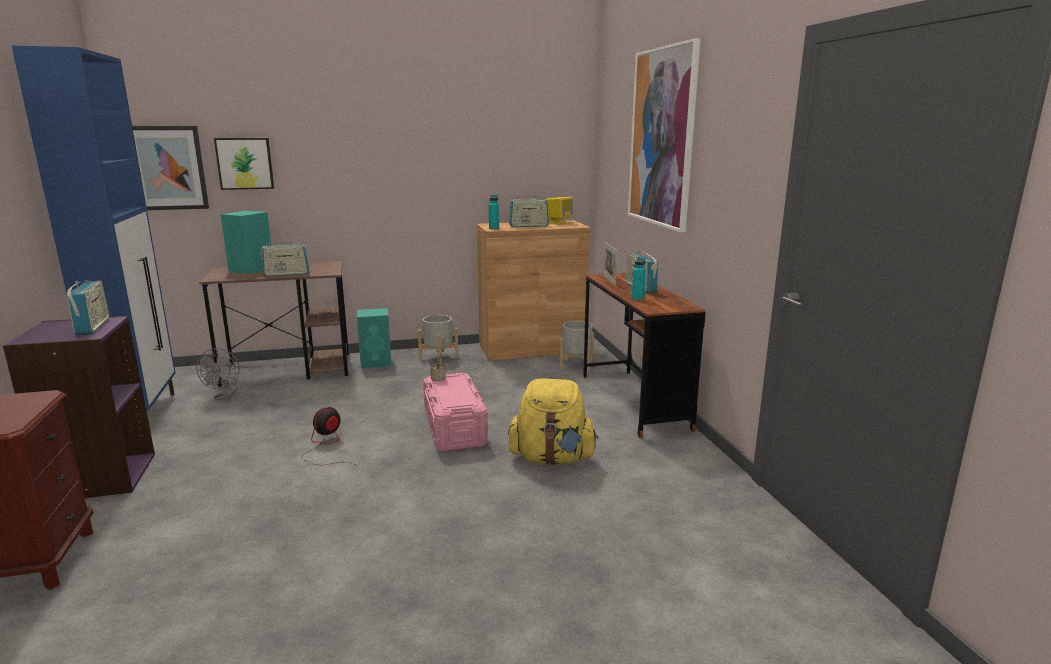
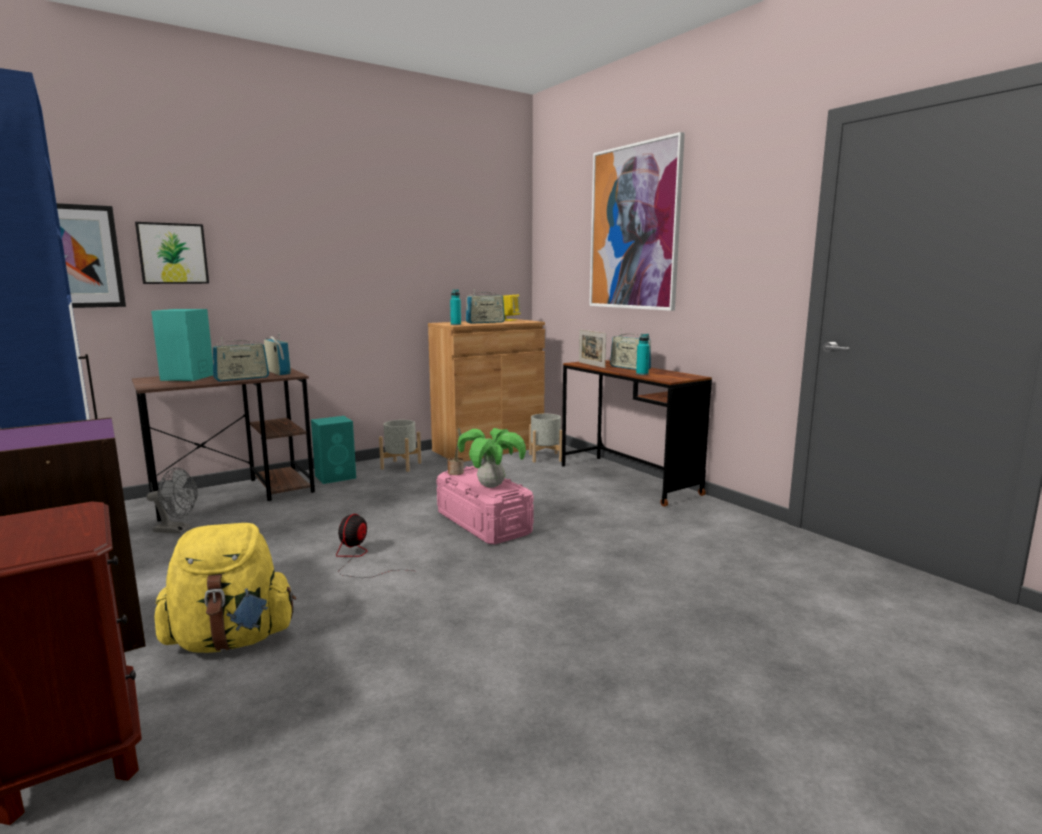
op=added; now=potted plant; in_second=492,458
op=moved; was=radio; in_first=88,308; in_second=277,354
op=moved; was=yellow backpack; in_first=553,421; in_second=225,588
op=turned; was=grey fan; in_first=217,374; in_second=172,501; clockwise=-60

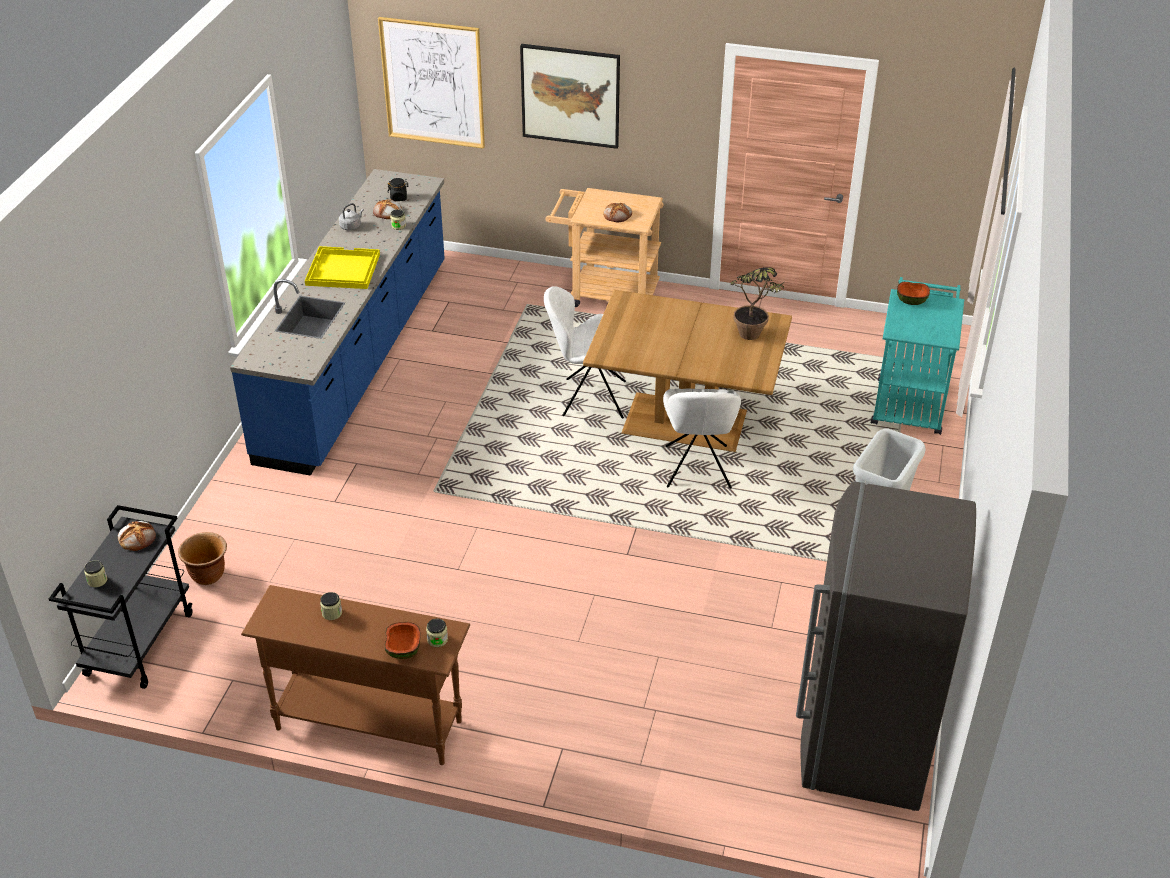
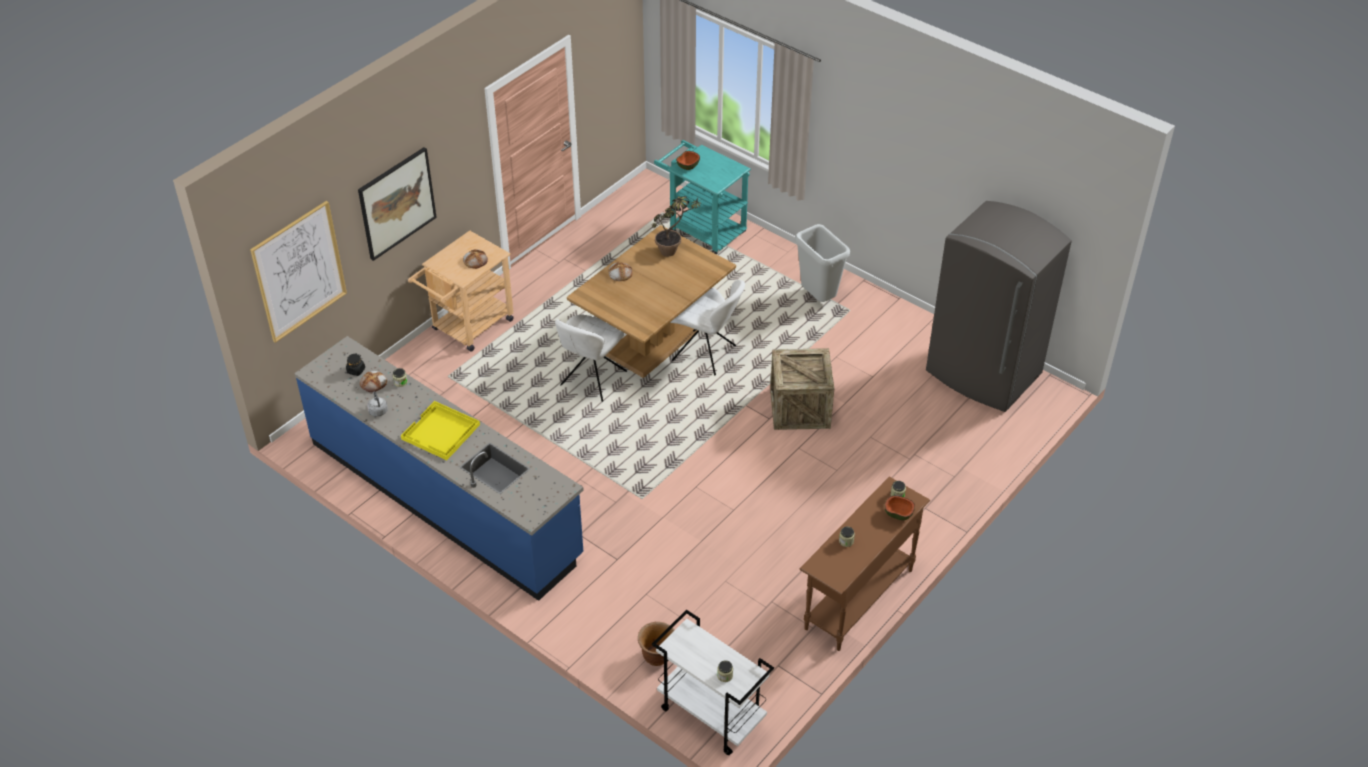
op=added; now=crate; in_second=802,389
op=moved; was=bread; in_first=137,536; in_second=621,271
op=recoloured; was=black cart; now=white cart; in_first=121,597; in_second=713,682

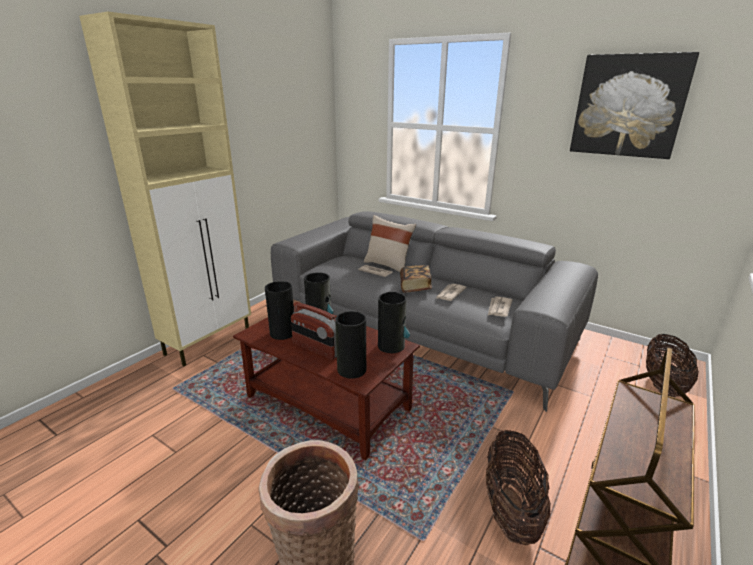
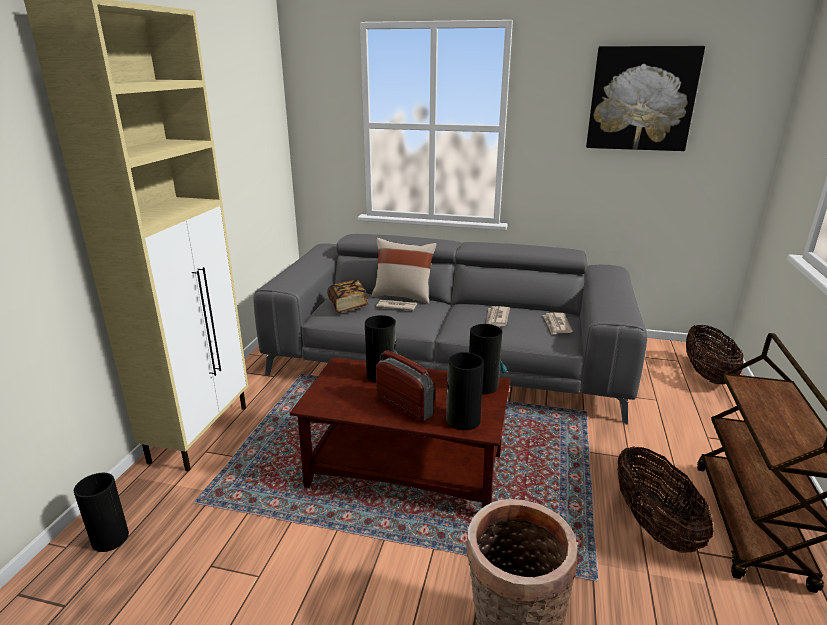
op=moved; was=vase; in_first=279,310; in_second=101,512
op=moved; was=book; in_first=416,279; in_second=347,296
op=turned; was=radio; in_first=314,331; in_second=405,386; clockwise=-150

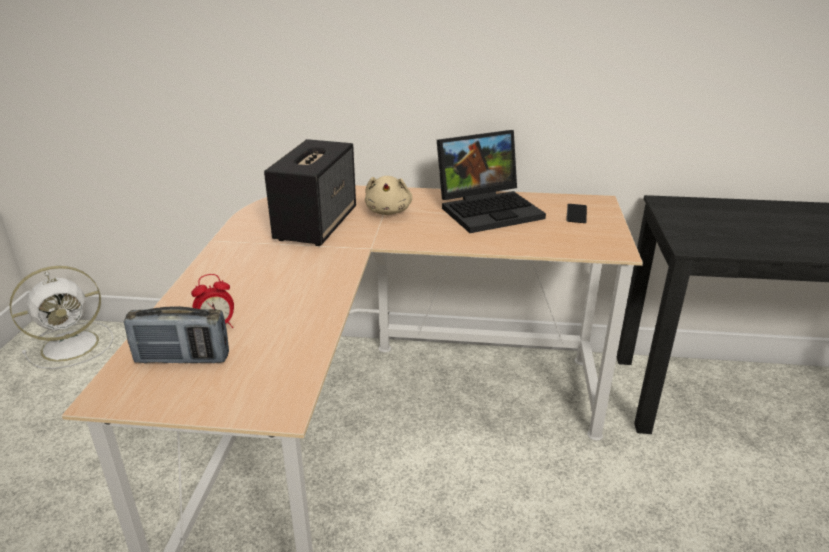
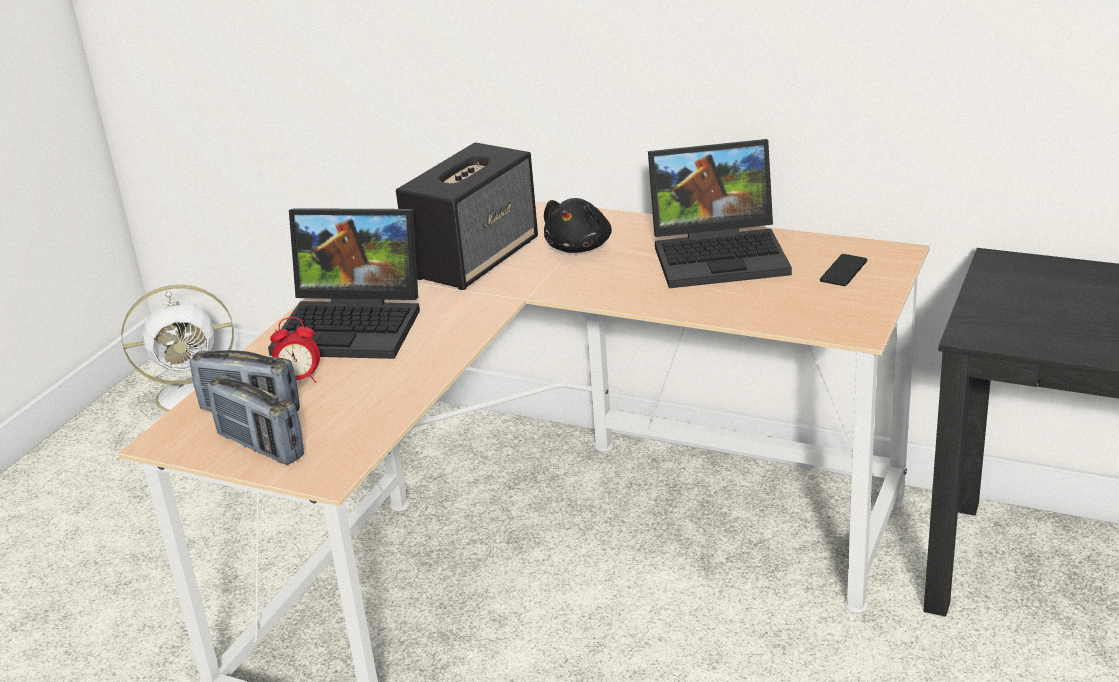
op=added; now=radio; in_second=255,420
op=added; now=laptop; in_second=344,283
op=recoloured; was=beige plush toy; now=black plush toy; in_first=389,195; in_second=578,225

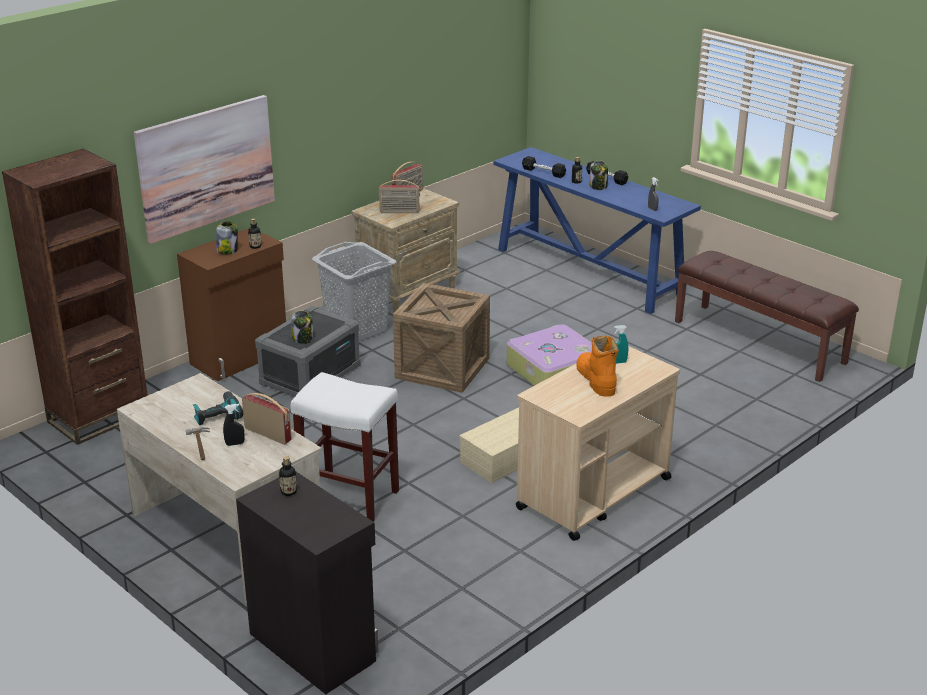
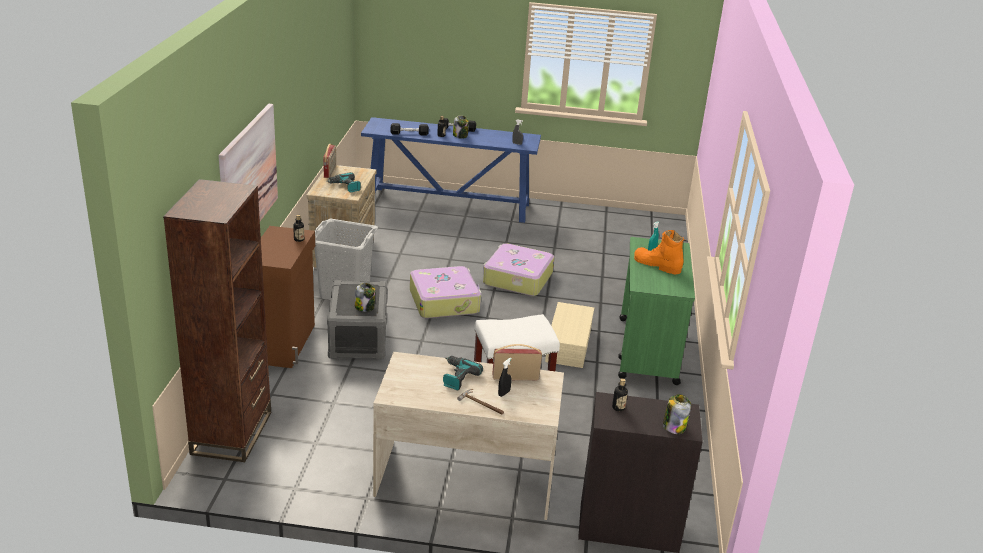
op=removed; was=brown bench; in_first=767,316
op=moved; was=jar; in_first=227,237; in_second=677,414
op=replaced; was=radio; now=power drill; in_first=399,196; in_second=343,182
op=replaced; was=crate; now=suitcase; in_first=441,338; in_second=446,292
op=recoloured; was=beige cart; now=green cart; in_first=598,443; in_second=656,311

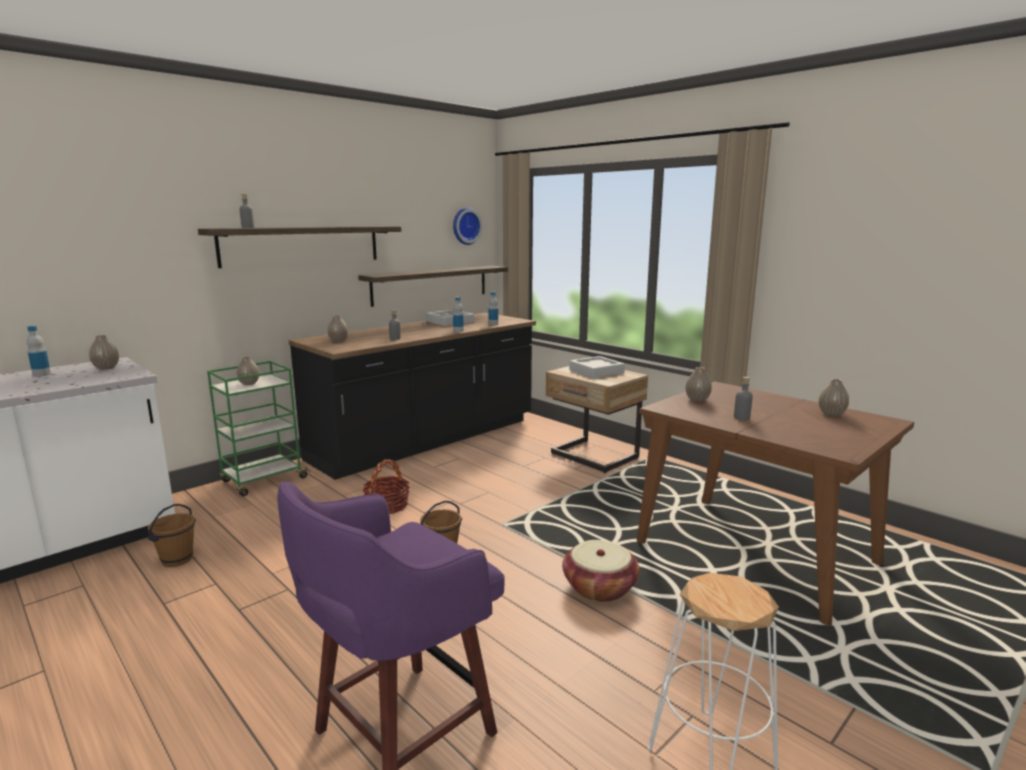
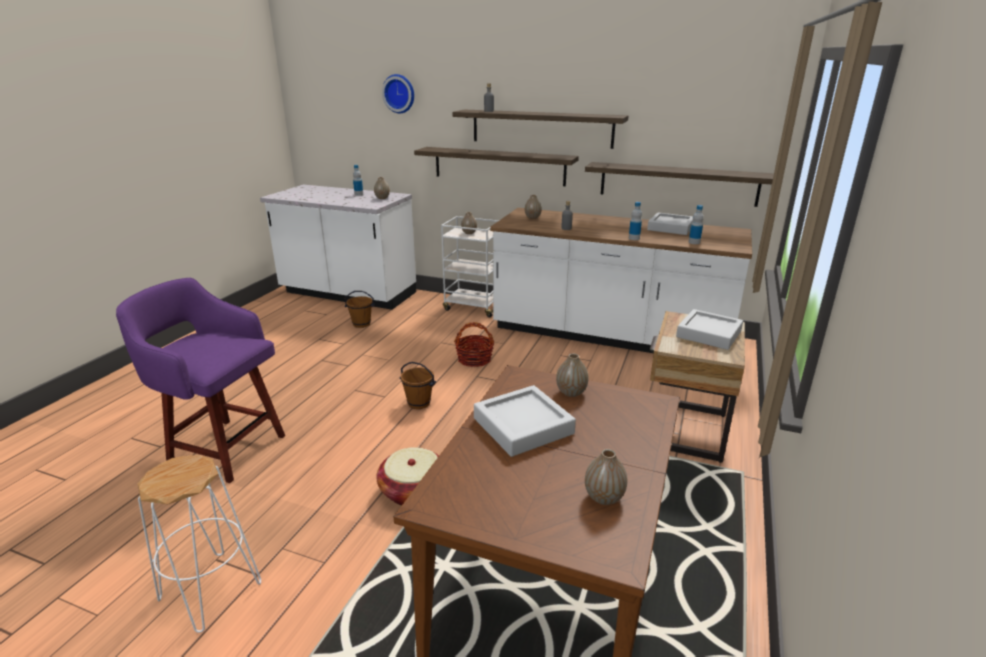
op=added; now=shelf; in_second=496,166
op=moved; was=wall clock; in_first=467,226; in_second=398,93
op=replaced; was=grey bottle; now=grey tray; in_first=743,398; in_second=525,421
op=recoloured; was=green cart; now=white cart; in_first=259,428; in_second=470,266
op=recoloured; was=black counter; now=white counter; in_first=412,396; in_second=621,280

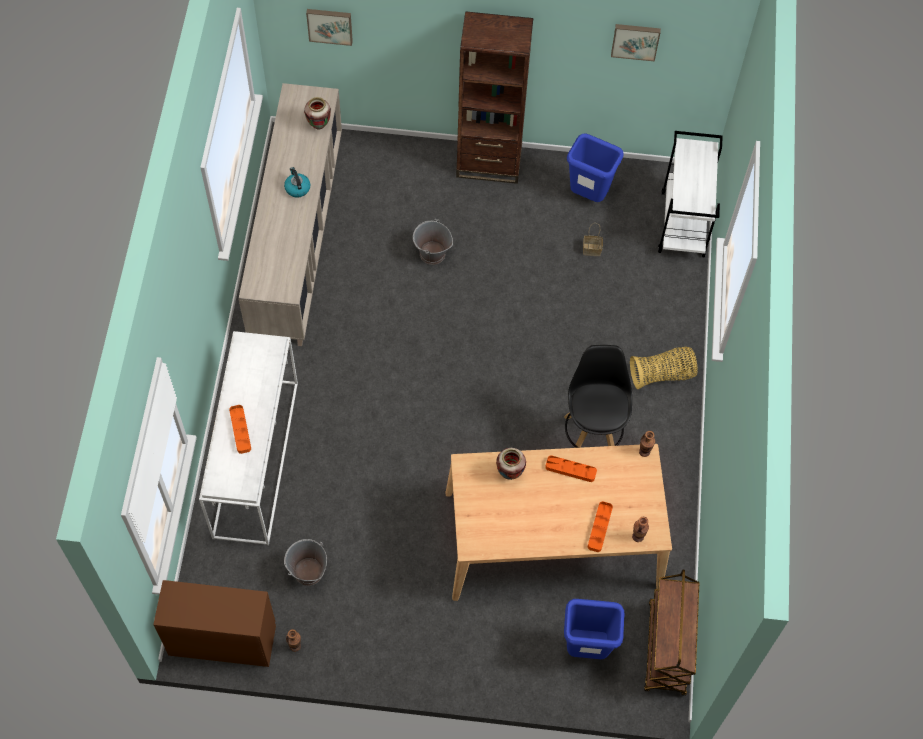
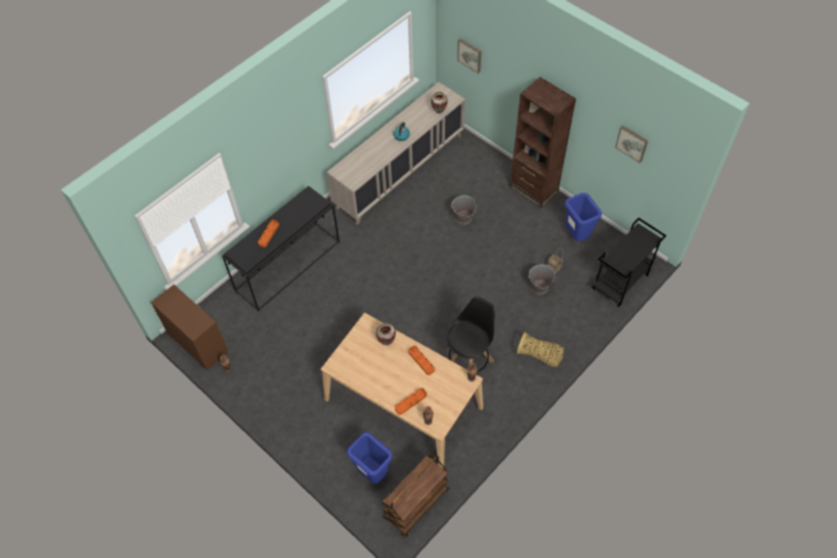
op=moved; was=grey bucket; in_first=305,562; in_second=542,279
op=recoloured; was=white console table; now=black console table; in_first=248,438; in_second=281,248
op=recoloured; was=white cart; now=black cart; in_first=690,194; in_second=629,262

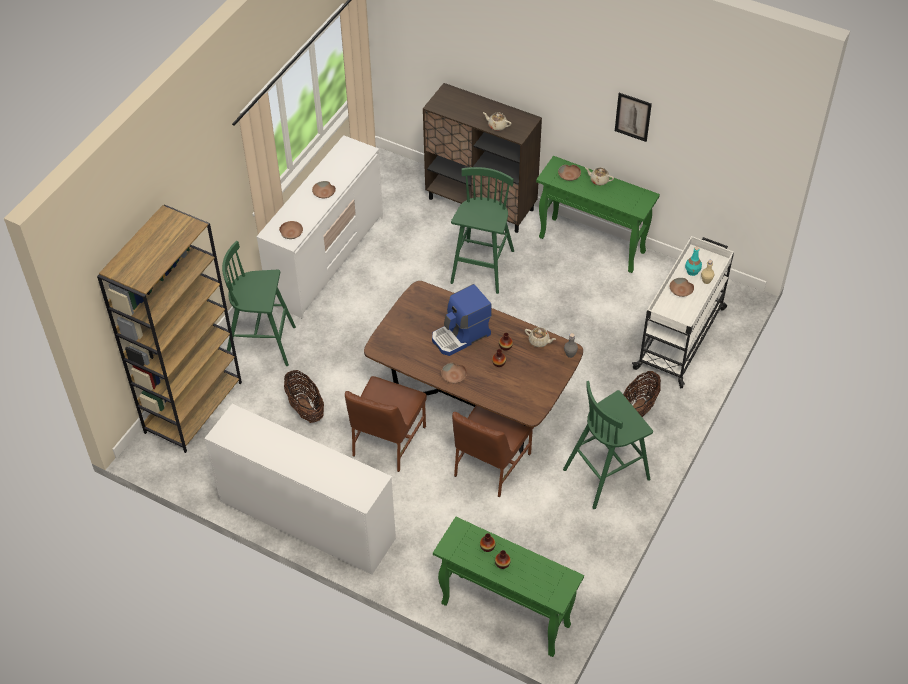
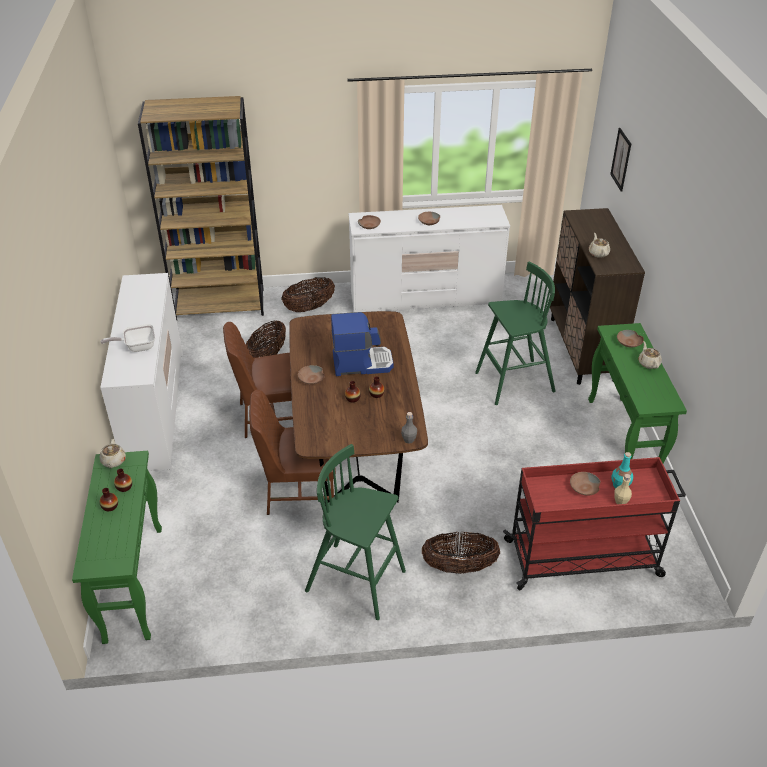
op=added; now=frying pan; in_second=127,338
op=moved; was=beige teapot; in_first=540,337; in_second=113,453
op=moved; was=picture; in_first=633,117; in_second=620,160
op=replaced; was=green stool; now=basket; in_first=259,303; in_second=308,294
op=recoloured; was=white cart; now=red cart; in_first=683,312; in_second=594,524
op=turned; was=coffee machine; in_first=462,320; in_second=362,344; clockwise=150

